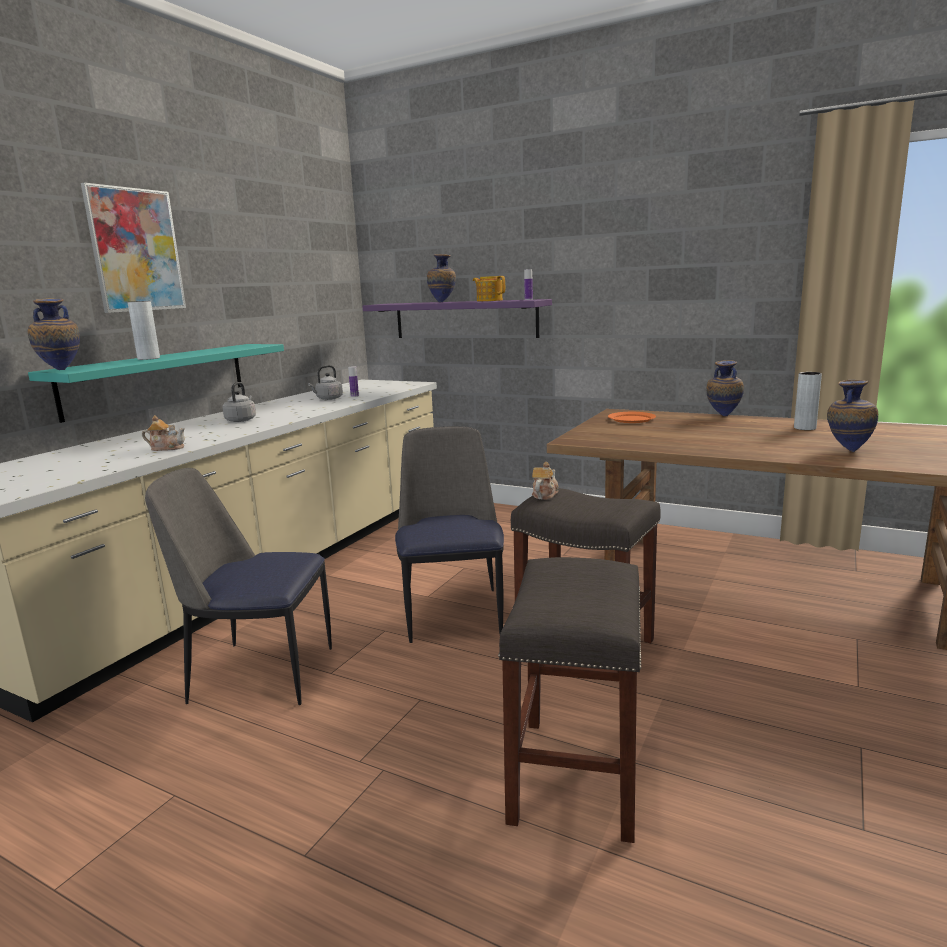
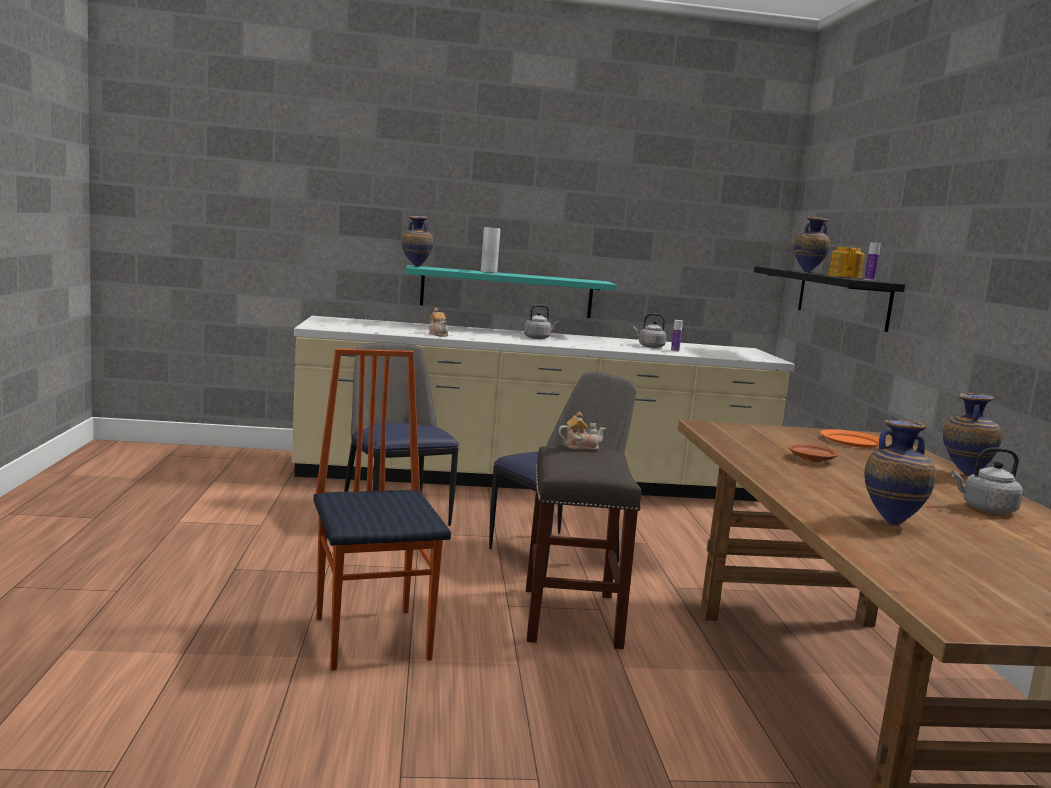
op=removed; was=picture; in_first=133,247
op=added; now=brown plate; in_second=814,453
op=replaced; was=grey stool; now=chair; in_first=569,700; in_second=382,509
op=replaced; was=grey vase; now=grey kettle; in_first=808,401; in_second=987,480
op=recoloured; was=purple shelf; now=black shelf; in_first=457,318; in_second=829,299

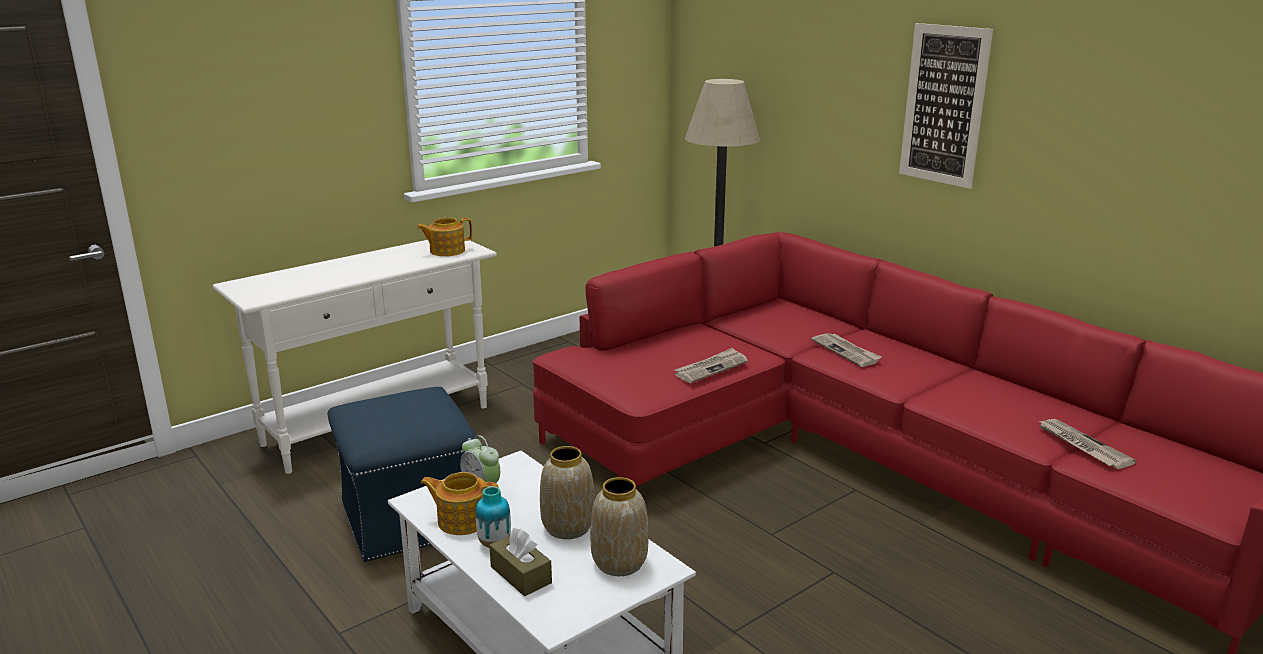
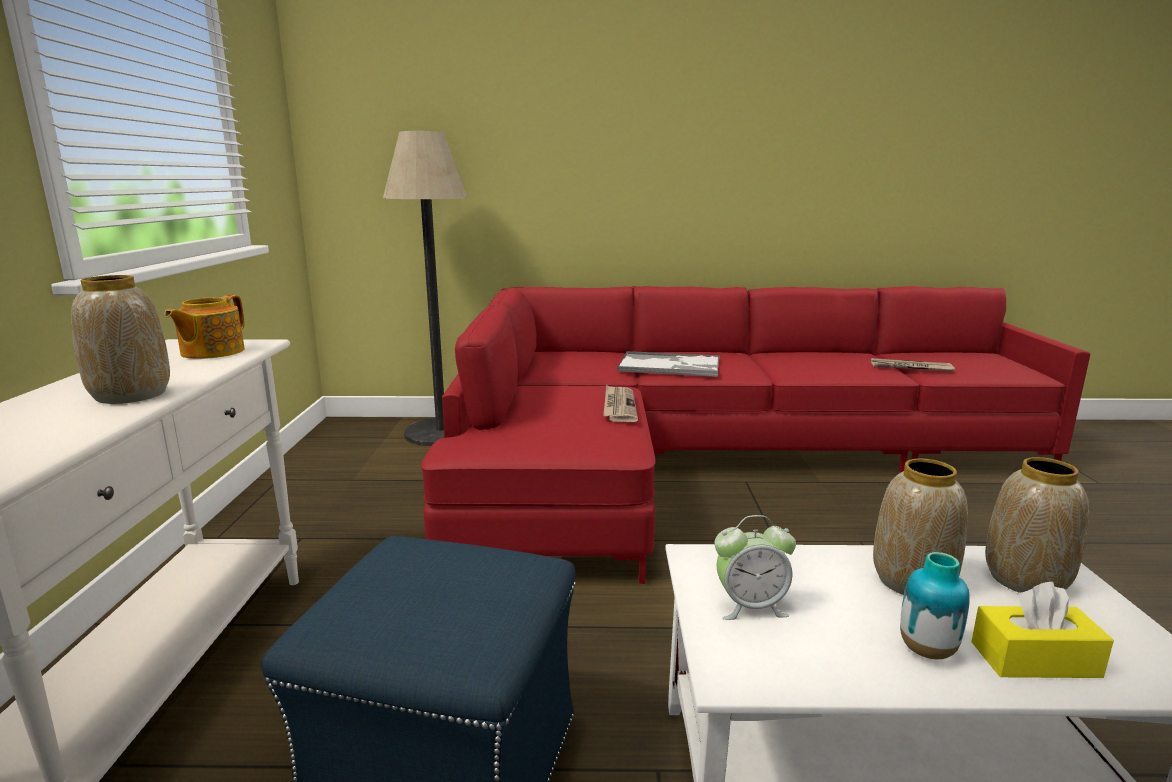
op=removed; was=teapot; in_first=459,503
op=removed; was=picture; in_first=946,106
op=added; now=vase; in_second=120,339
op=replaced; was=newspaper; now=tray; in_first=846,350; in_second=668,364
op=recoloured; was=brown tissue box; now=yellow tissue box; in_first=520,562; in_second=1042,630

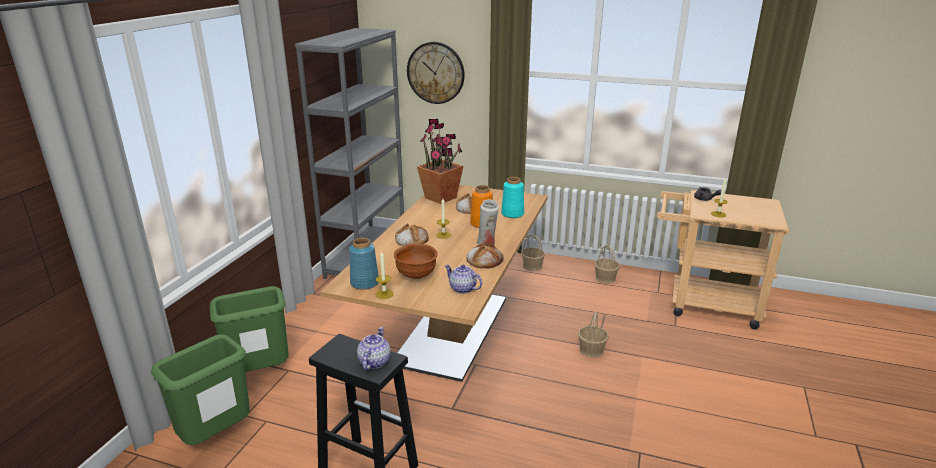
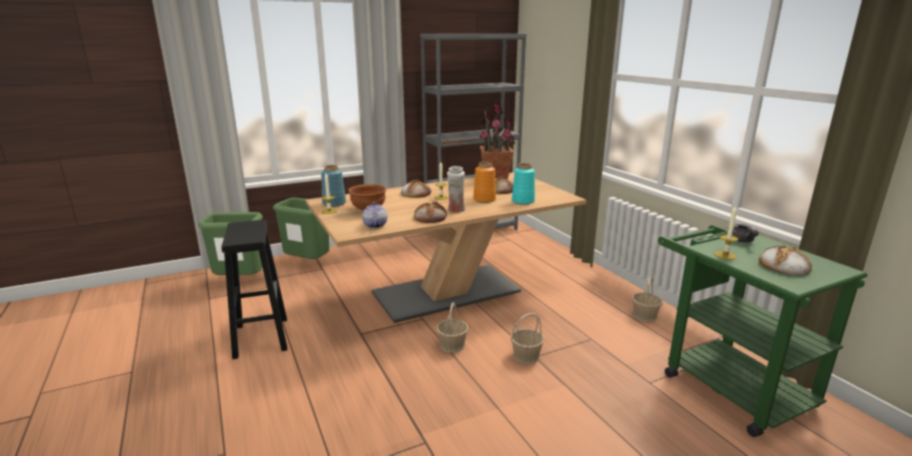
op=removed; was=teapot; in_first=374,348
op=removed; was=wall clock; in_first=436,73
op=added; now=bread; in_second=785,260
op=moved; was=basket; in_first=533,252; in_second=452,327
op=recoloured; was=beige cart; now=green cart; in_first=723,259; in_second=762,331

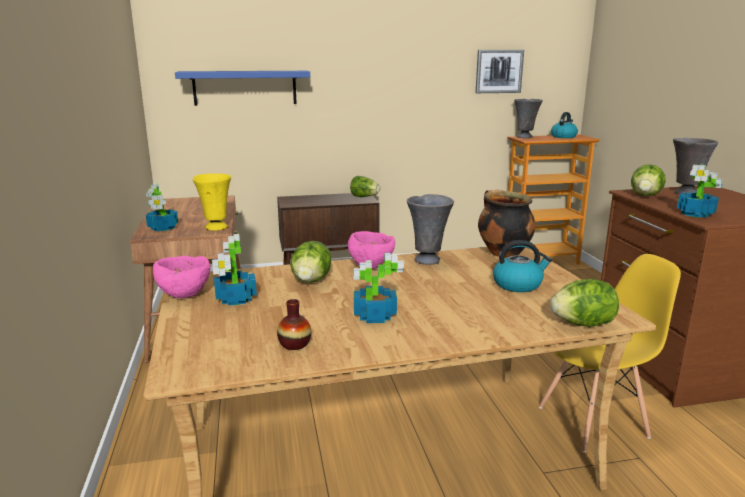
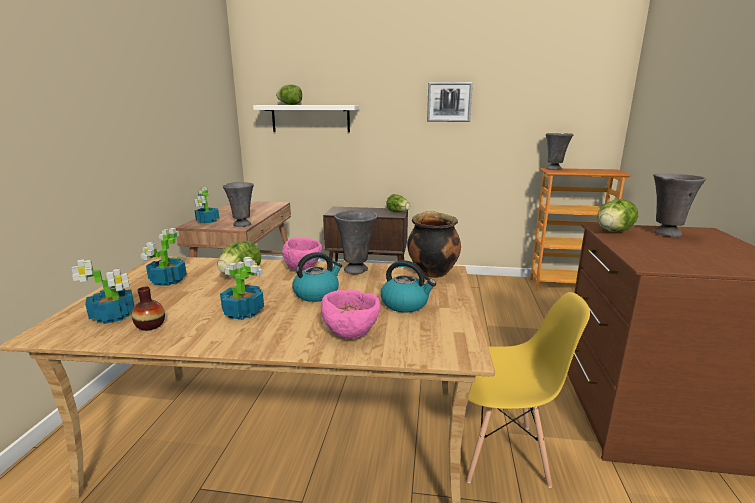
op=moved; was=pink bowl; in_first=182,277; in_second=351,314
op=moved; was=picture; in_first=500,71; in_second=450,102
op=moved; was=lettuce; in_first=584,303; in_second=289,94
op=moved; was=kettle; in_first=564,125; in_second=317,277
op=moved; was=potted plant; in_first=700,191; in_second=102,291
op=recoloured; was=blue shelf; now=white shelf; in_first=242,88; in_second=306,118
op=recoloured; was=yellow vase; now=grey vase; in_first=212,202; in_second=238,204

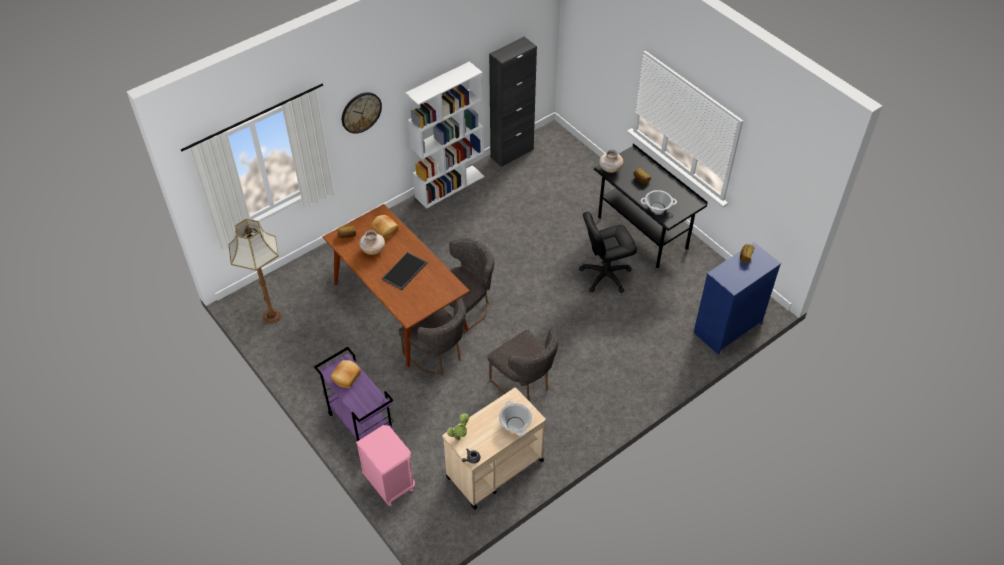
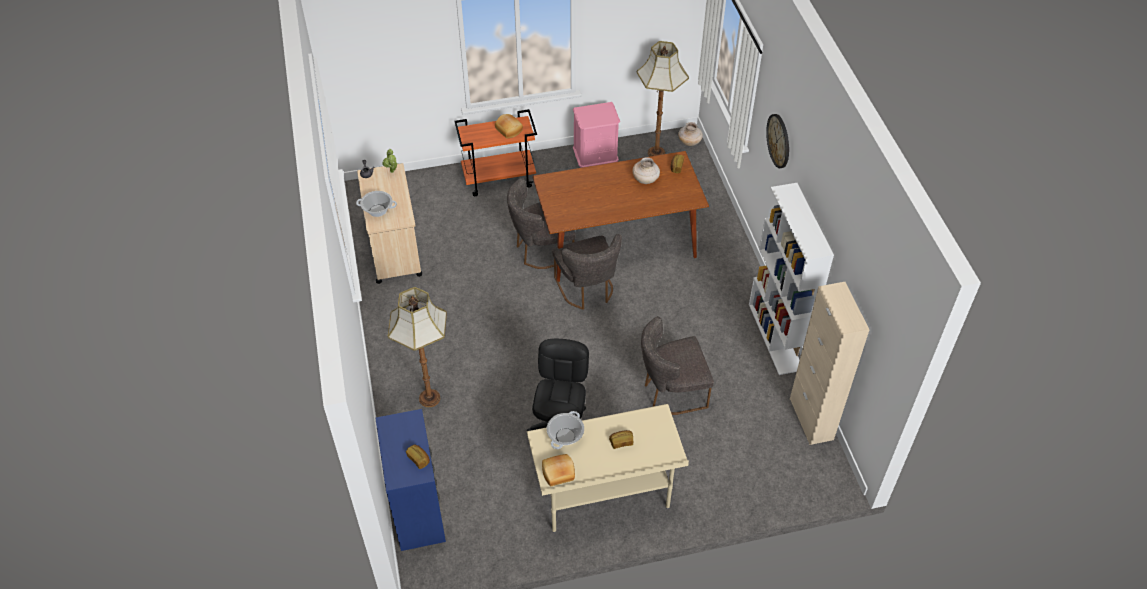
op=removed; was=tray; in_first=404,271
op=added; now=floor lamp; in_second=417,347
op=moved; was=pink nightstand; in_first=385,465; in_second=596,135
op=moved; was=bread; in_first=384,227; in_second=558,470
op=moved; was=grey chair; in_first=523,364; in_second=677,365
op=moved; was=beige vase; in_first=611,161; in_second=690,134
op=recoloured; was=purple cart; now=orange cart; in_first=354,394; in_second=496,152
op=recoloured; was=black cabinet; now=beige cabinet; in_first=513,102; in_second=830,363
op=recoloured; was=black desk; now=beige desk; in_first=651,206; in_second=608,468

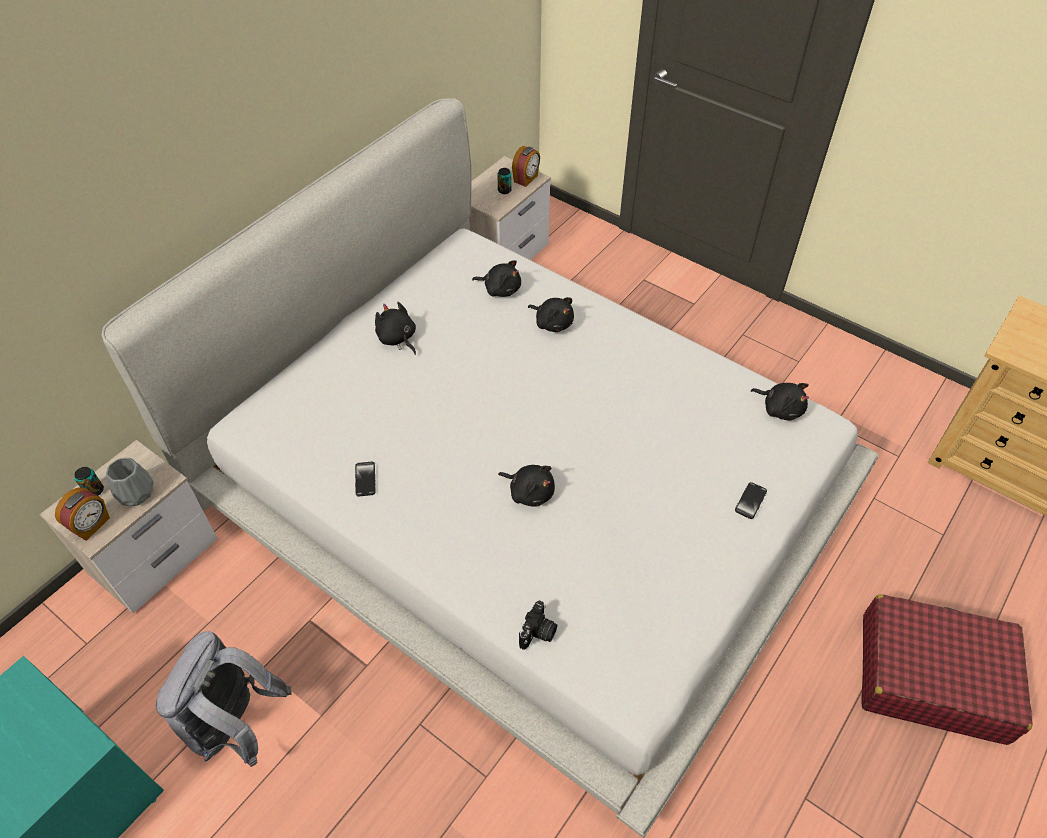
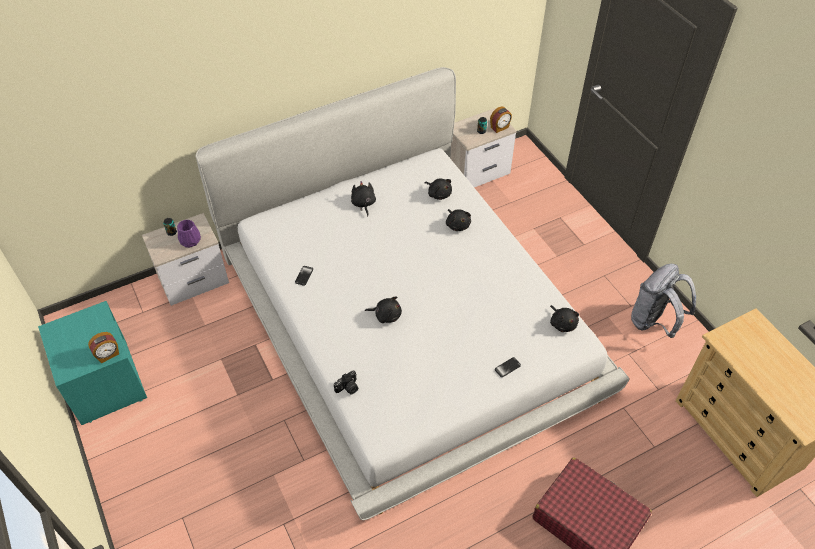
op=moved; was=alarm clock; in_first=82,514; in_second=103,347
op=moved; was=grey backpack; in_first=224,699; in_second=663,301
op=recoloured; was=grey vase; now=purple vase; in_first=130,482; in_second=189,234
op=turned; was=black plush toy; in_first=526,486; in_second=383,309; clockwise=-45

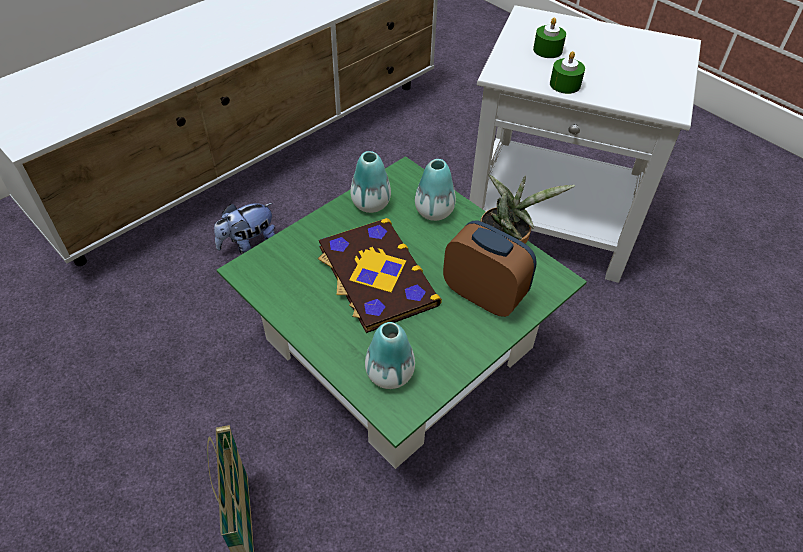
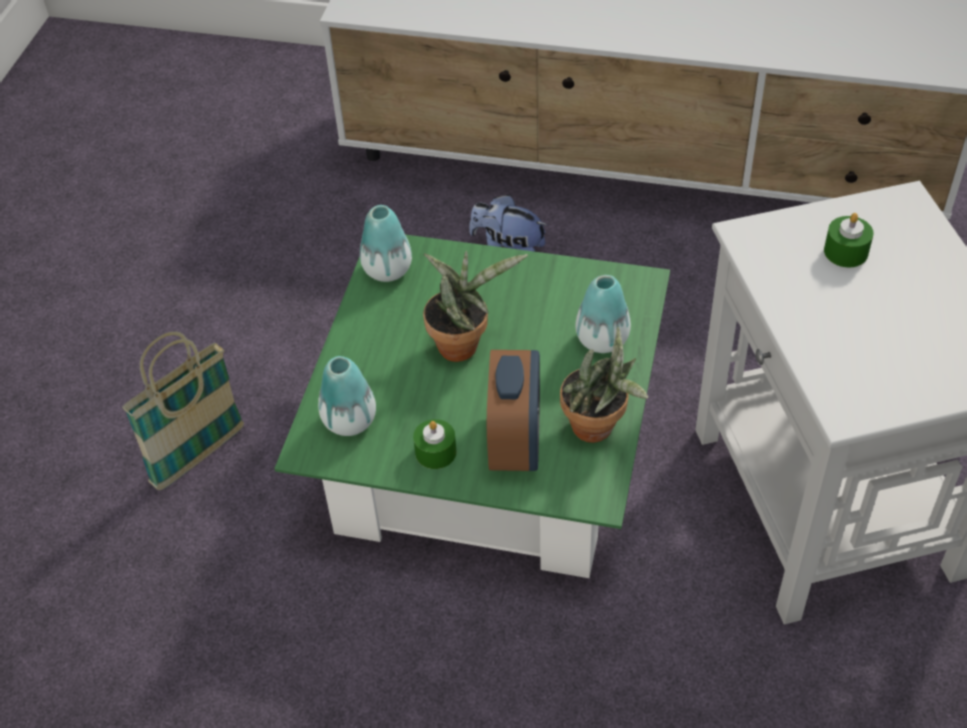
op=moved; was=vase; in_first=370,182; in_second=386,243
op=moved; was=green candle; in_first=567,72; in_second=434,444
op=replaced; was=book; now=potted plant; in_first=380,275; in_second=475,306

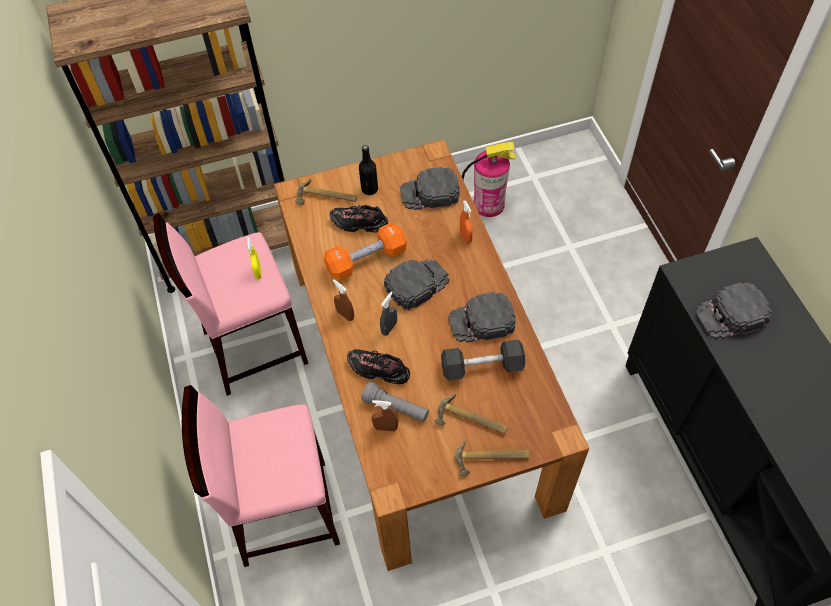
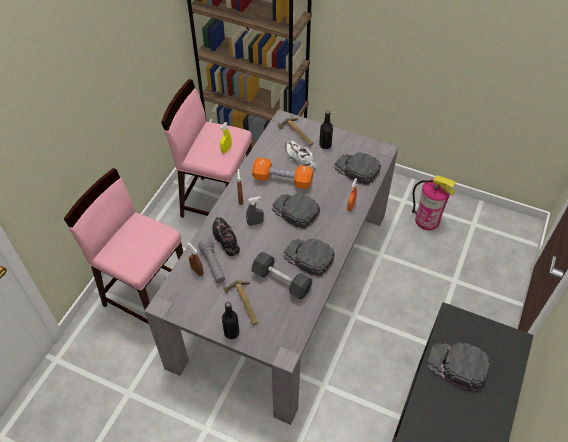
op=replaced; was=hammer; now=black bottle; in_first=492,457; in_second=230,320
op=recoloured; was=brown dining table; now=grey dining table; in_first=431,355; in_second=271,267
op=recoloured; was=black shoe; now=white shoe; in_first=359,219; in_second=300,155
op=turned; was=black cap; in_first=416,285; in_second=296,211; clockwise=-150

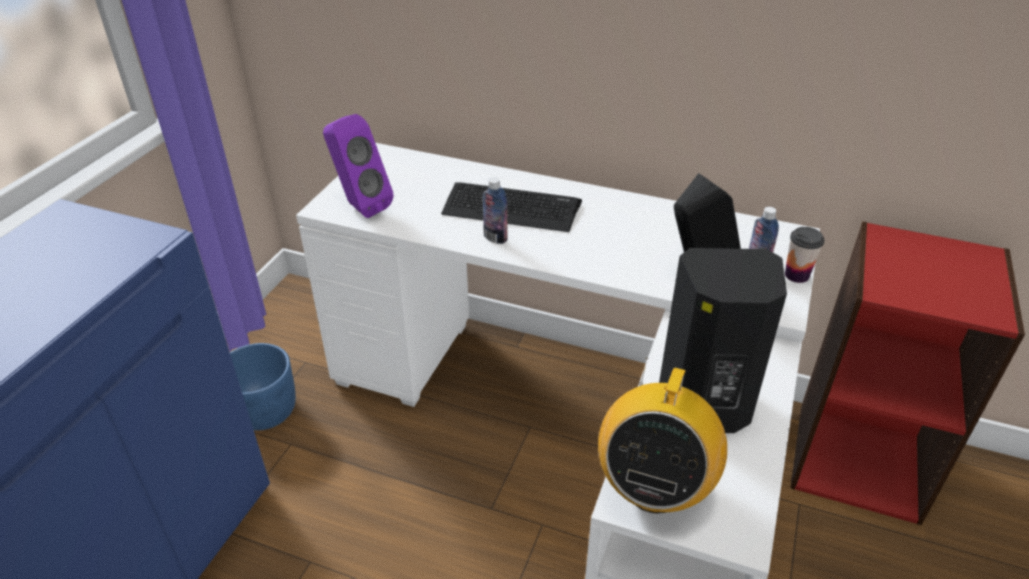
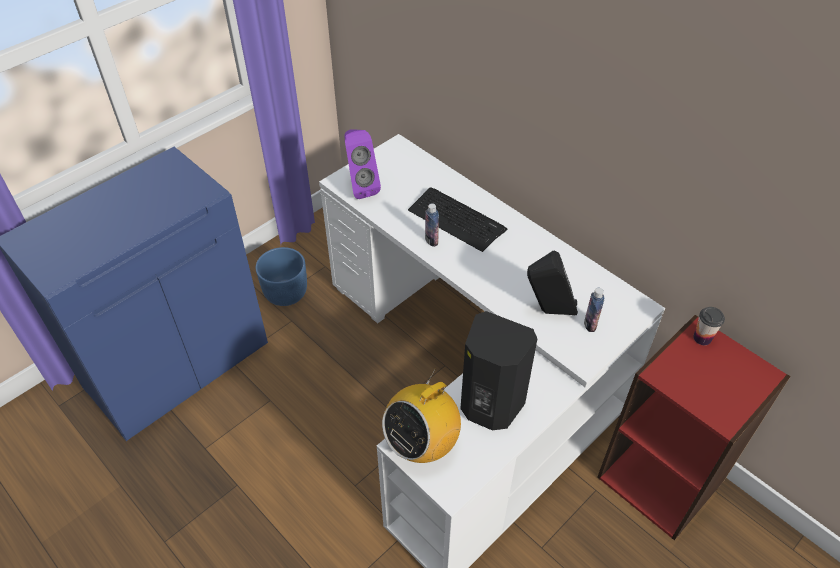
op=moved; was=cup; in_first=805,255; in_second=709,326

